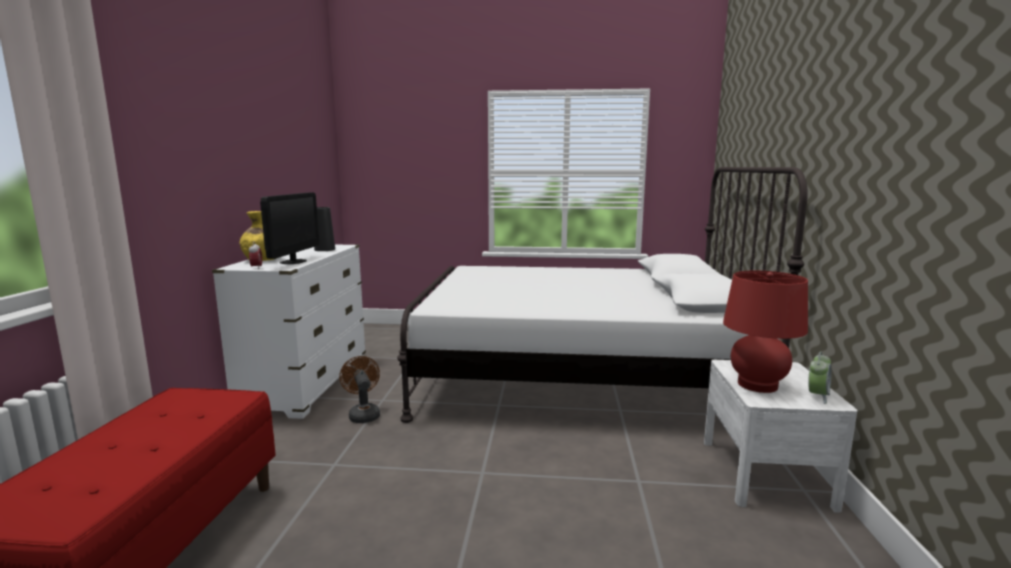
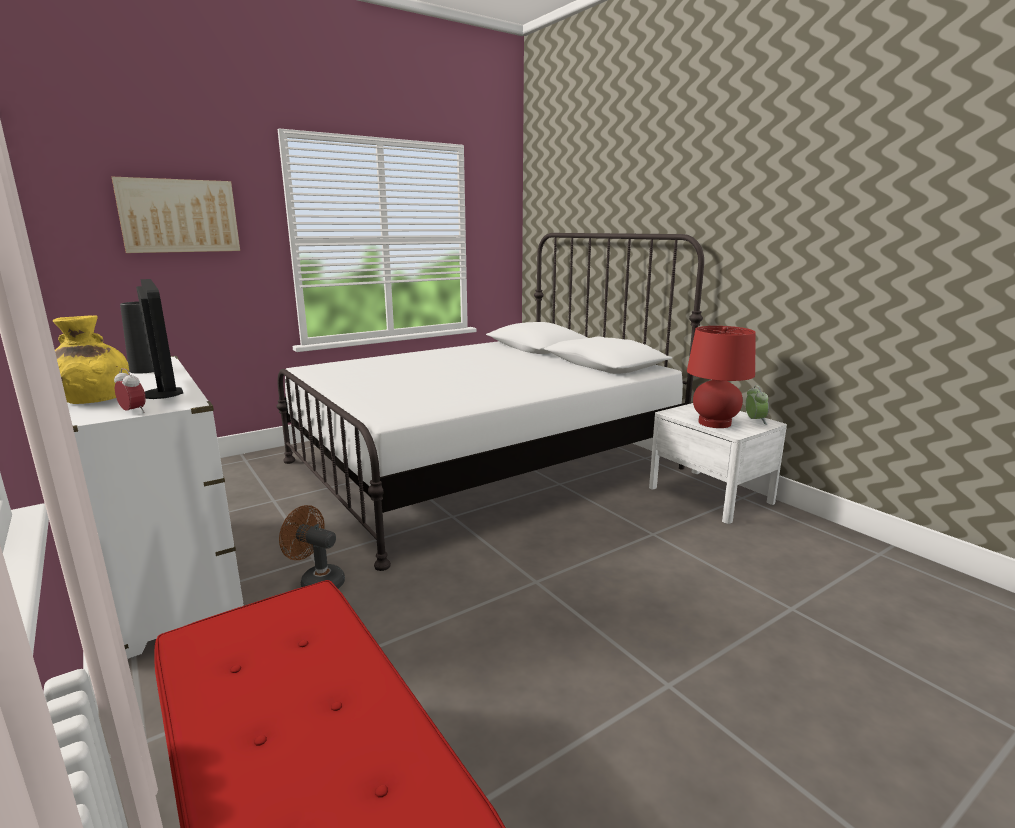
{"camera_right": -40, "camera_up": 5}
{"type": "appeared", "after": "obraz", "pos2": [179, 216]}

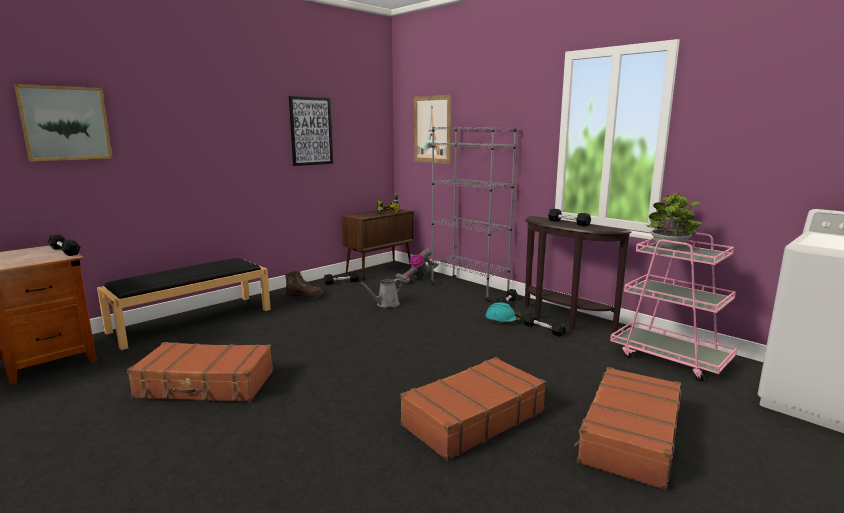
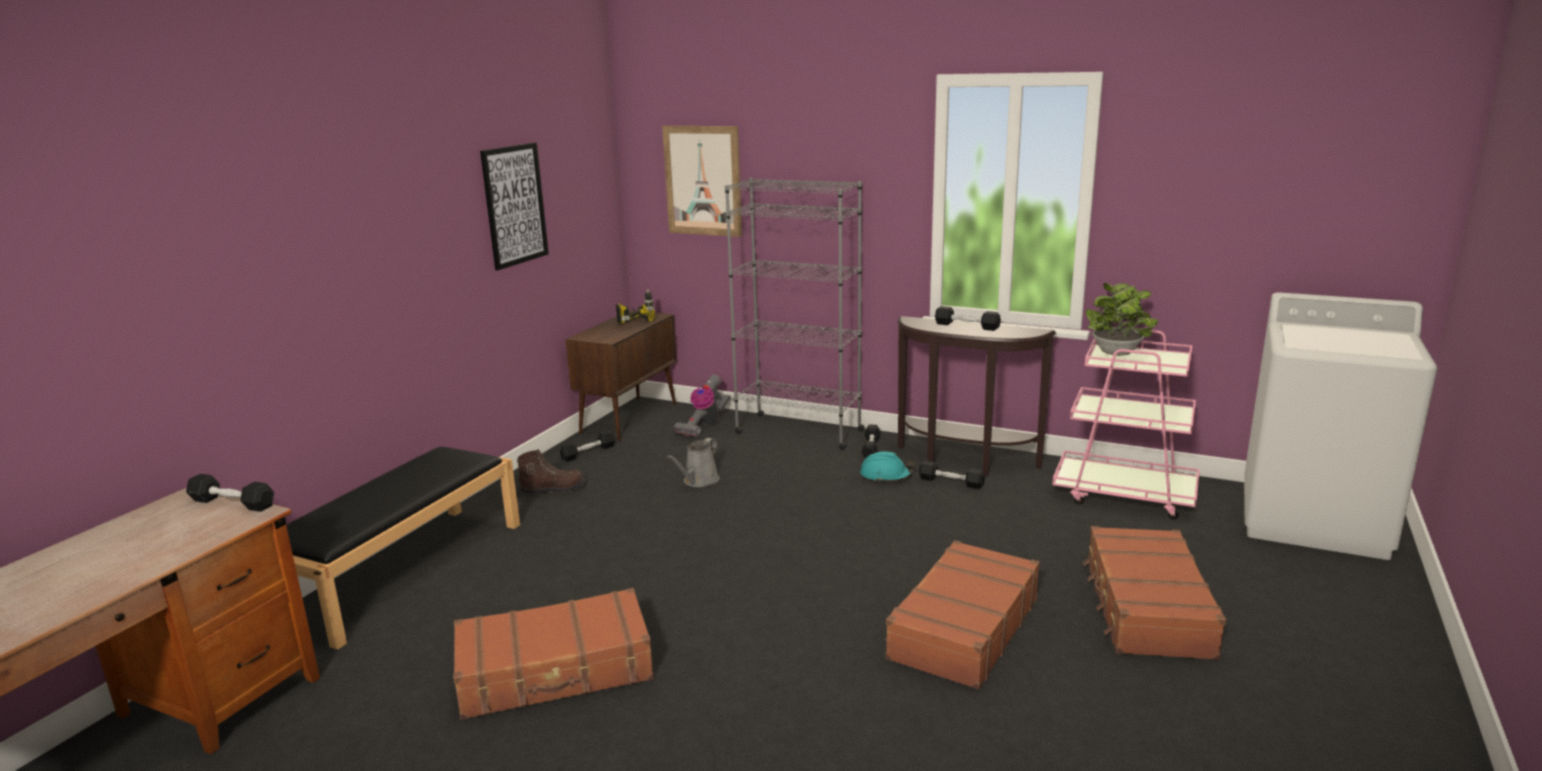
{"camera_right": -20, "camera_up": 5}
{"type": "missing", "before": "obraz", "pos1": [65, 123]}

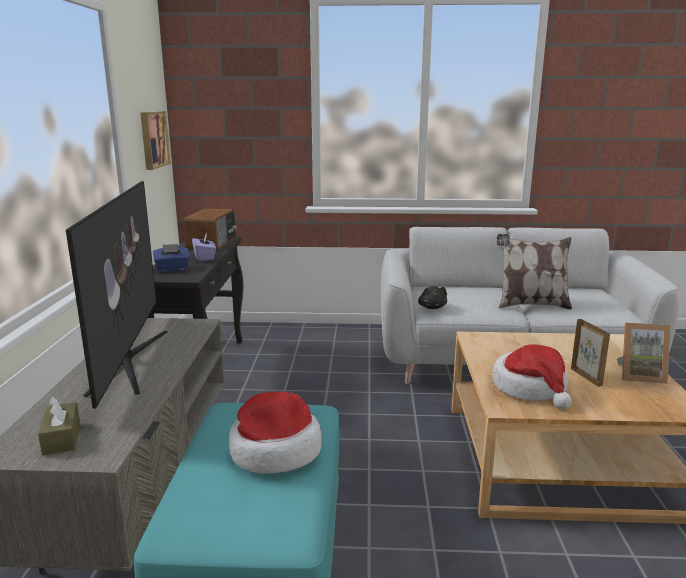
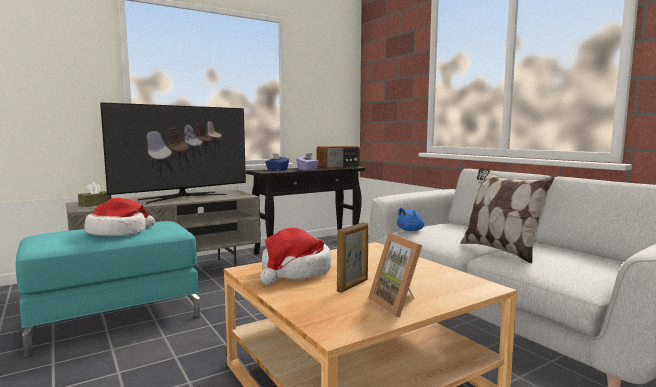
{"camera_right": 55, "camera_up": -10}
{"type": "missing", "before": "obraz", "pos1": [153, 139]}
{"type": "colour", "before": "pluszak/czarny", "after": "pluszak/niebieski", "pos1": [432, 307], "pos2": [411, 230]}

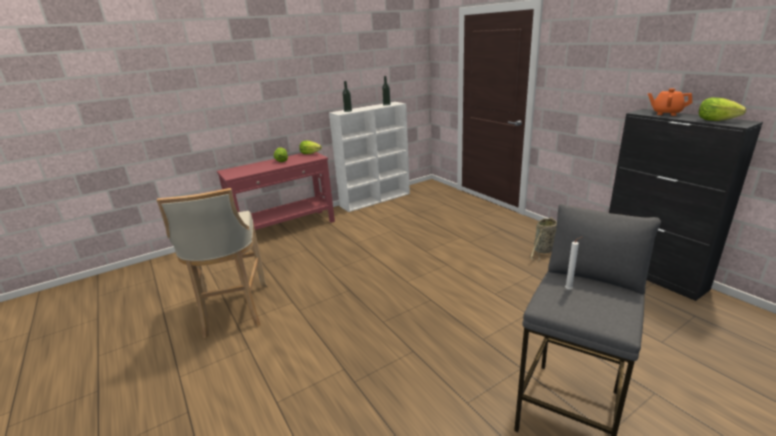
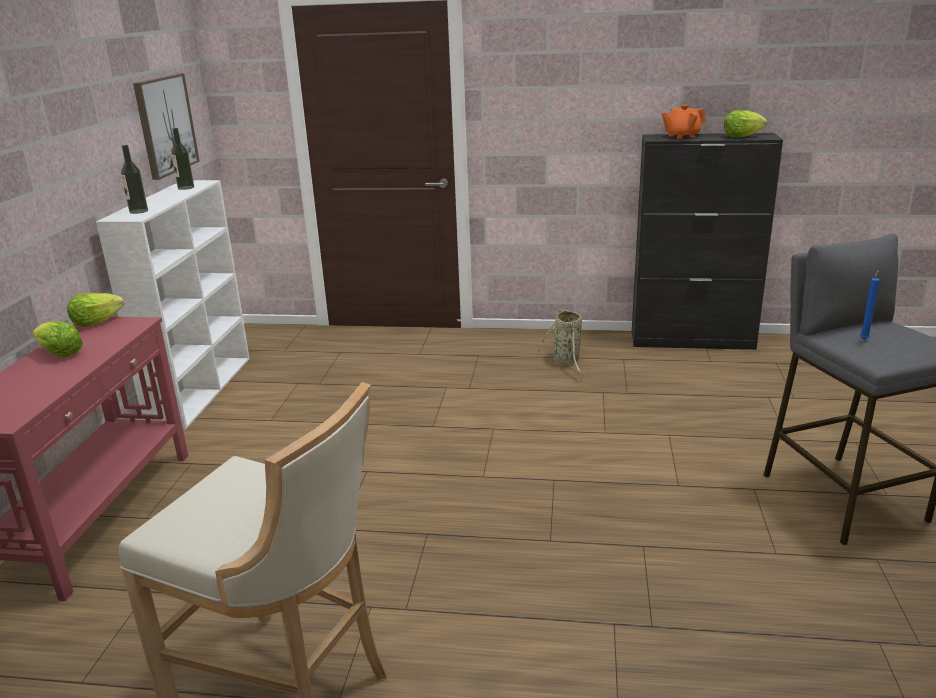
{"camera_right": -50, "camera_up": 0}
{"type": "colour", "before": "świeca/biały", "after": "świeca/niebieski", "pos1": [569, 289], "pos2": [864, 339]}
{"type": "appeared", "after": "obraz", "pos2": [165, 125]}

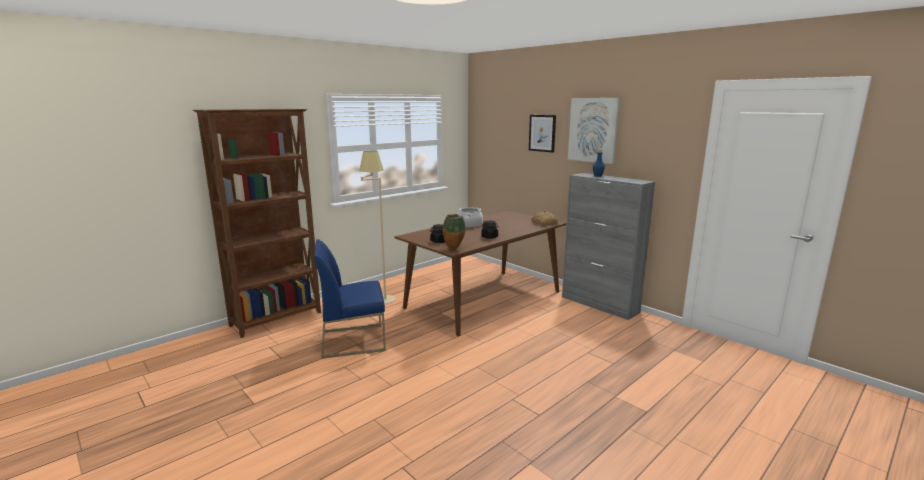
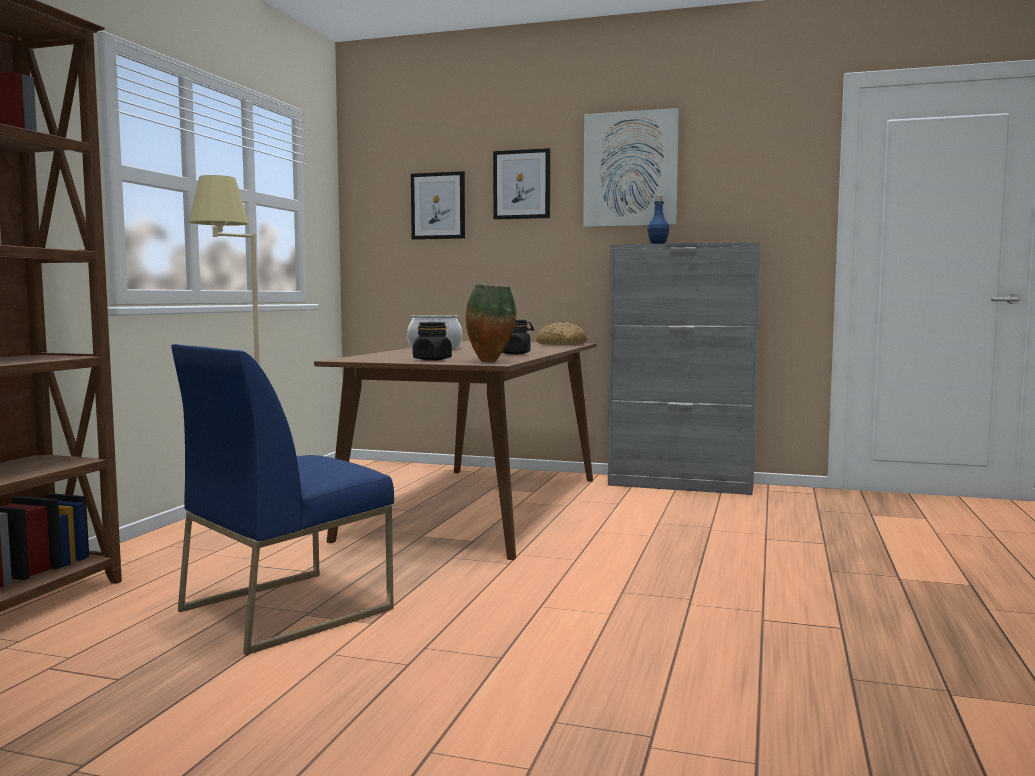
{"camera_right": -30, "camera_up": -10}
{"type": "appeared", "after": "obraz", "pos2": [438, 206]}

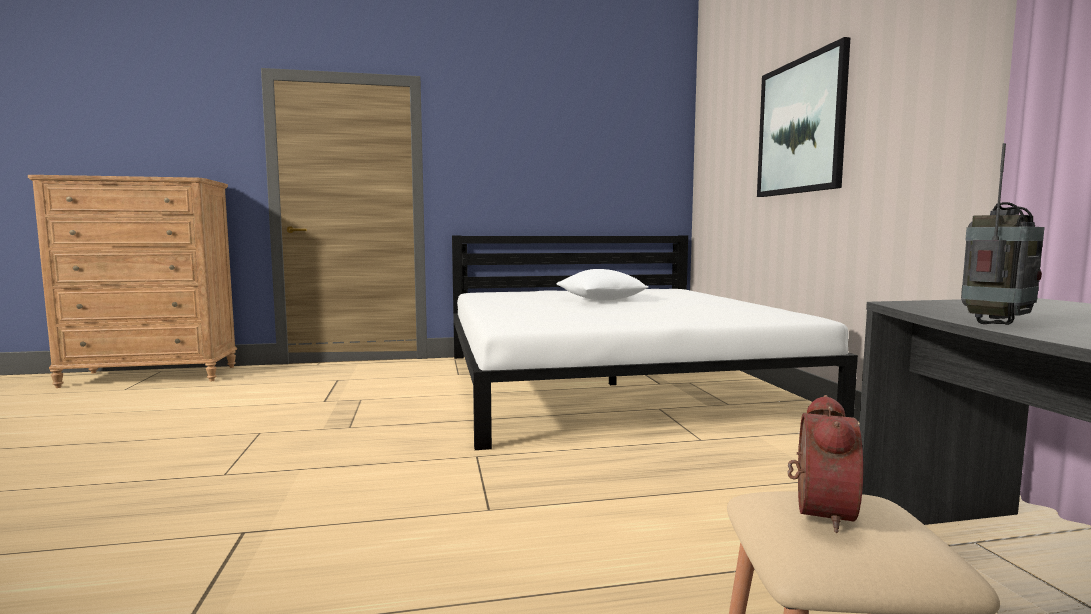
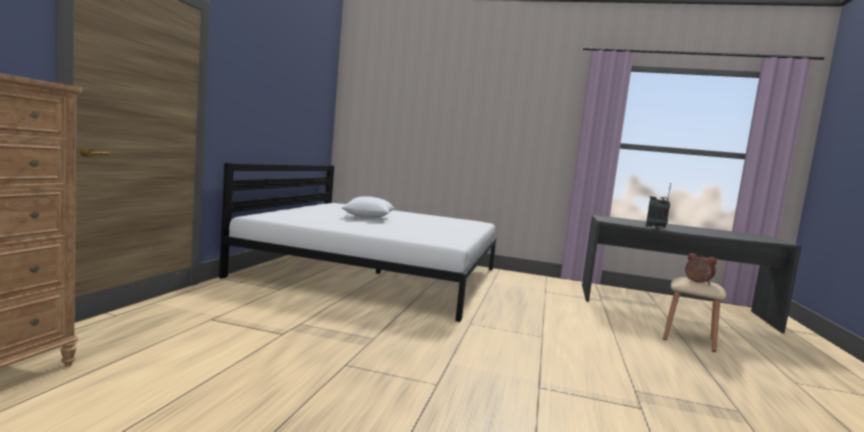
{"camera_right": -65, "camera_up": 0}
{"type": "missing", "before": "obraz", "pos1": [800, 126]}

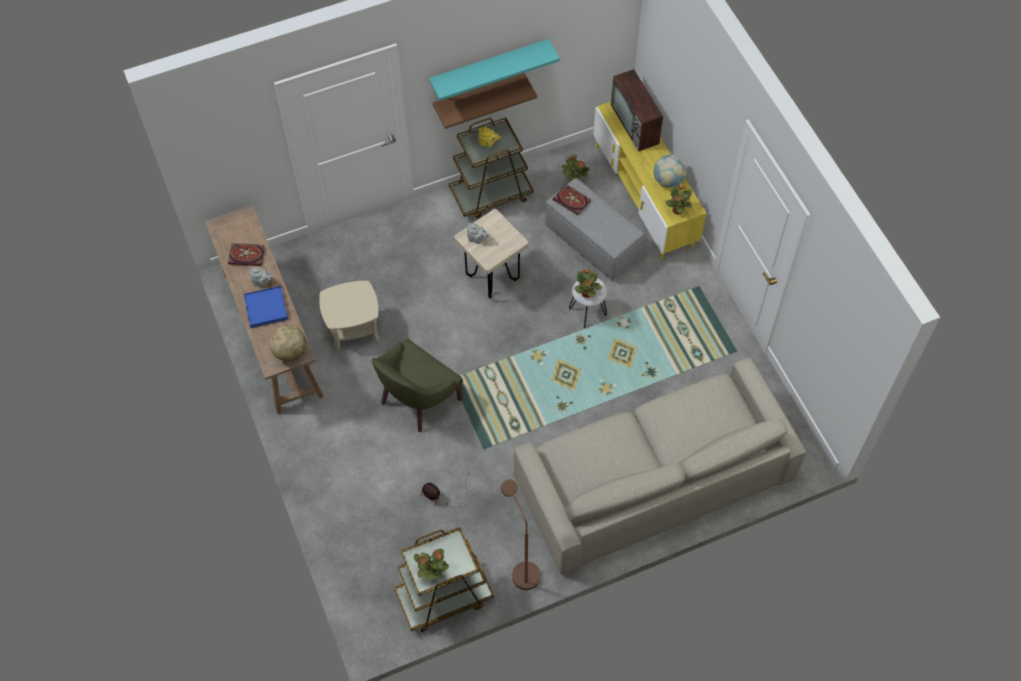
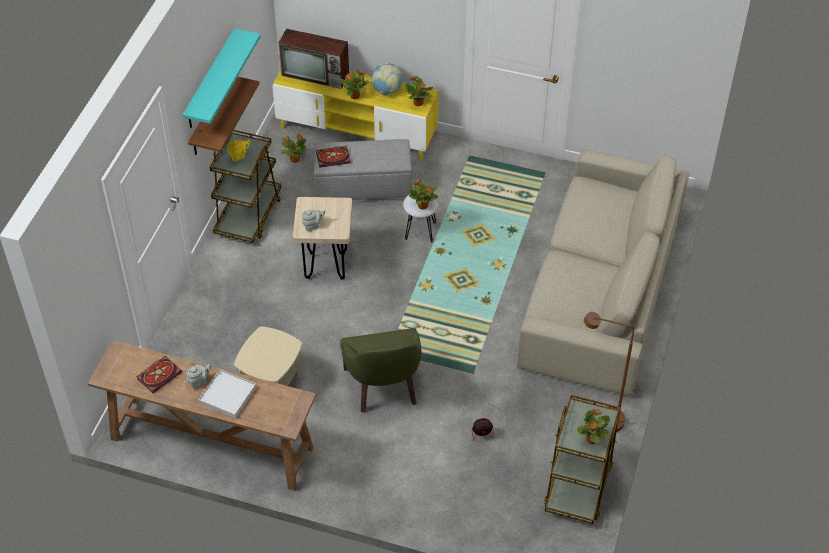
{"camera_right": -50, "camera_up": -10}
{"type": "colour", "before": "taca/niebieski", "after": "taca/biały", "pos1": [266, 308], "pos2": [227, 395]}
{"type": "missing", "before": "globus", "pos1": [290, 351]}
{"type": "appeared", "after": "roślina doniczkowa", "pos2": [355, 96]}

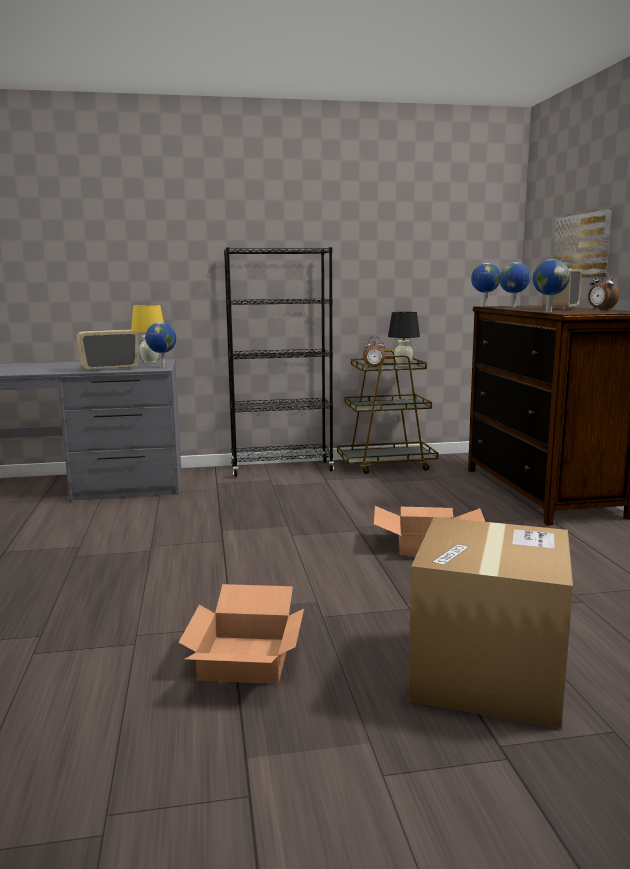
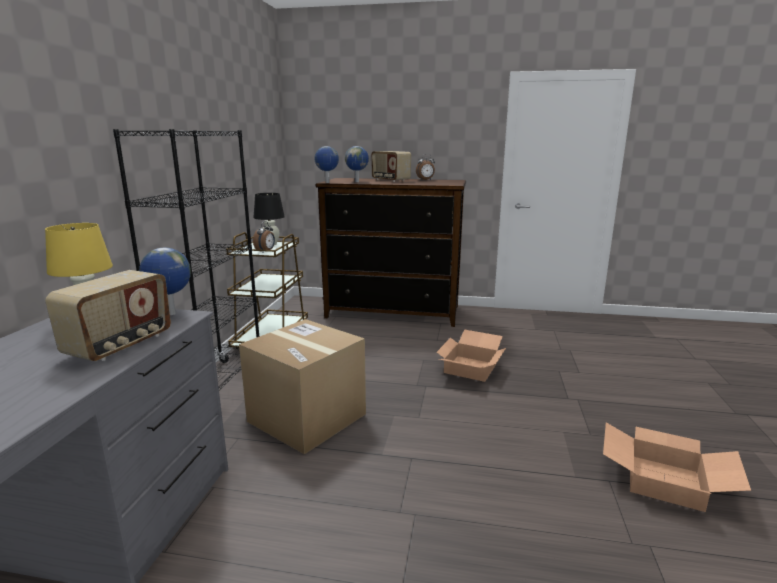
{"camera_right": -70, "camera_up": 5}
{"type": "missing", "before": "obraz", "pos1": [582, 246]}
{"type": "missing", "before": "globus", "pos1": [548, 312]}
{"type": "spun", "before": "radio", "pos1": [109, 369], "pos2": [120, 345], "turn": -150}
{"type": "relocated", "before": "karton", "pos1": [487, 674], "pos2": [307, 418]}

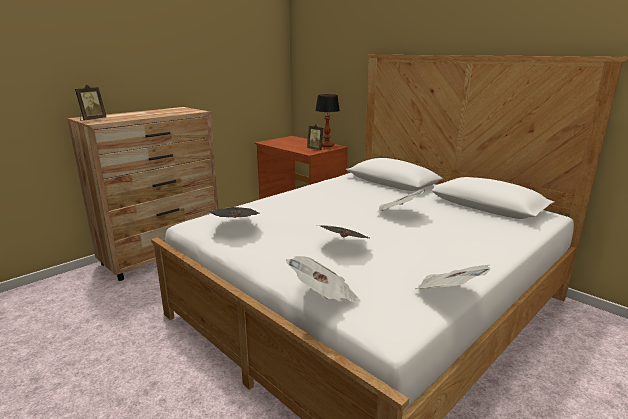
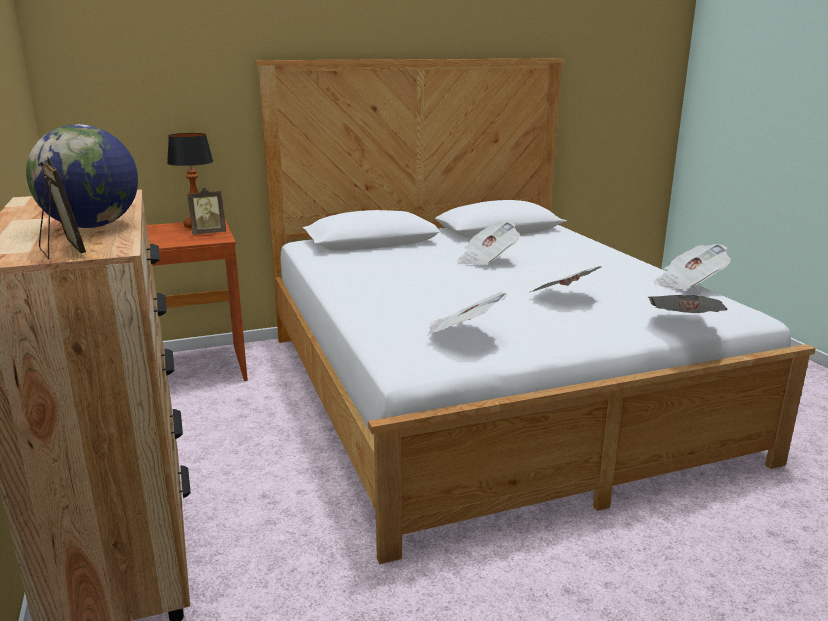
{"camera_right": -65, "camera_up": 0}
{"type": "appeared", "after": "globus", "pos2": [92, 226]}

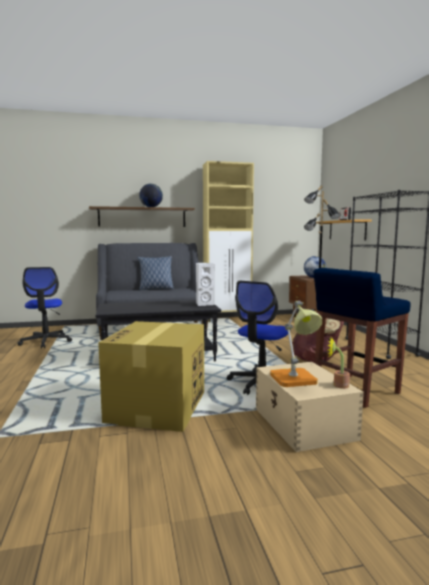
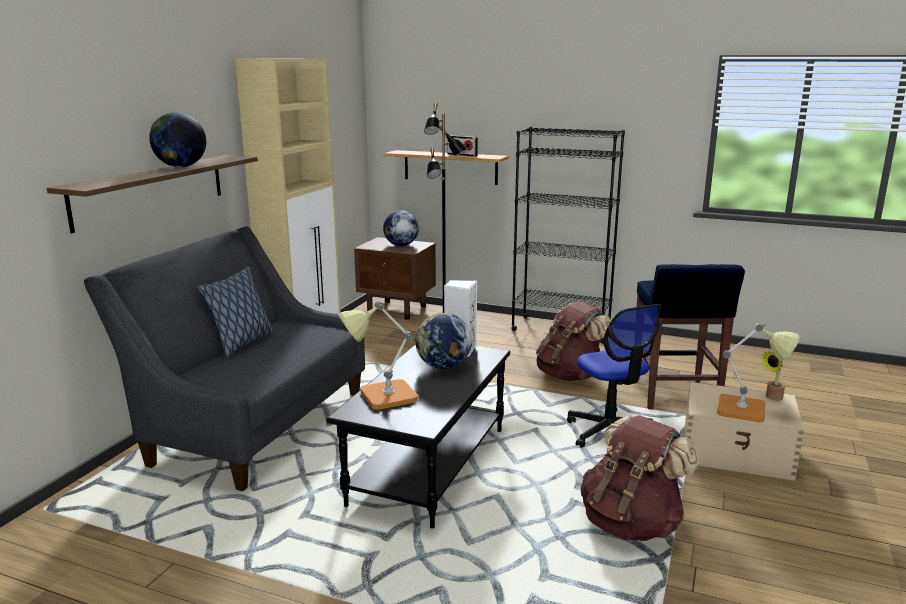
{"camera_right": -55, "camera_up": 10}
{"type": "missing", "before": "krzesło biurowe", "pos1": [46, 342]}
{"type": "exchanged", "before": "karton", "after": "plecak/brązowy", "pos1": [157, 407], "pos2": [631, 523]}
{"type": "appeared", "after": "lampa stołowa", "pos2": [381, 397]}
{"type": "appeared", "after": "globus", "pos2": [443, 366]}

